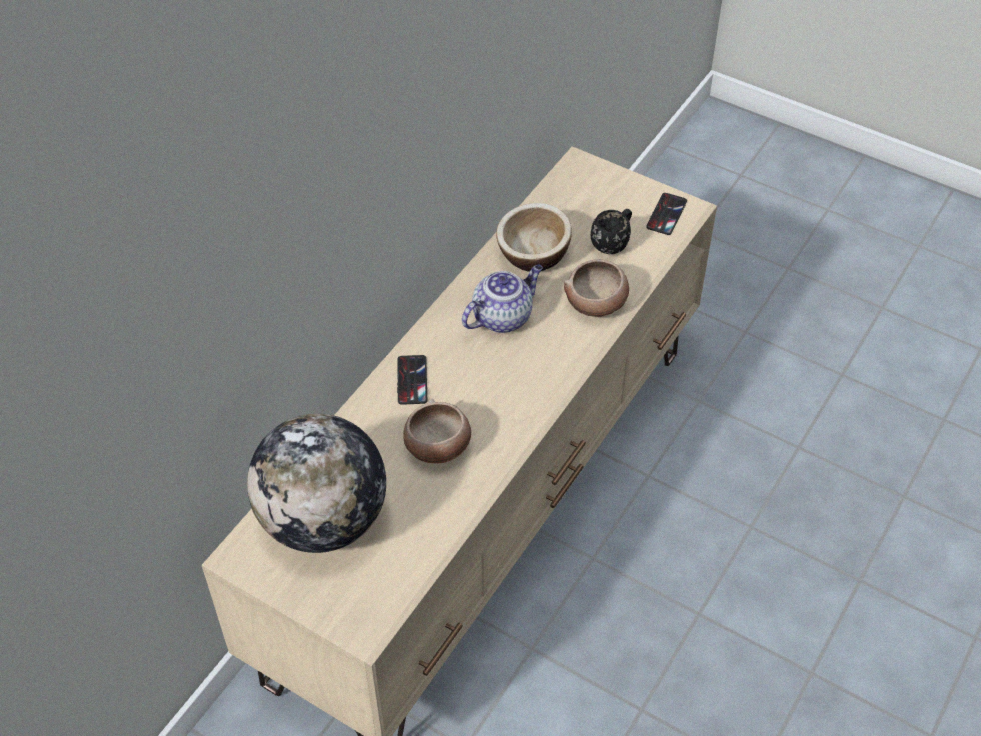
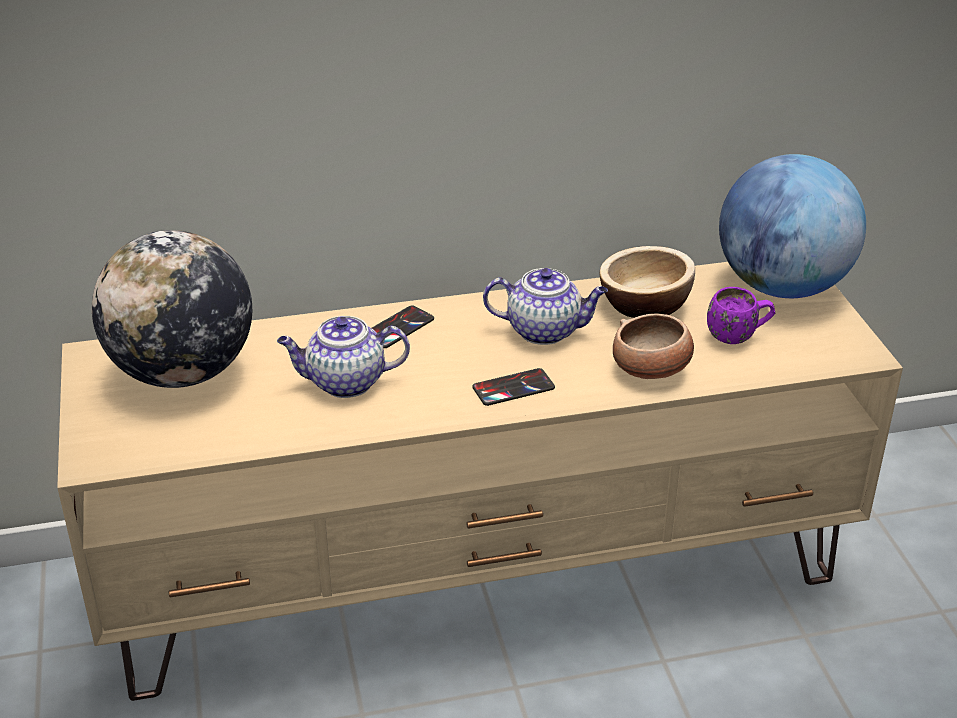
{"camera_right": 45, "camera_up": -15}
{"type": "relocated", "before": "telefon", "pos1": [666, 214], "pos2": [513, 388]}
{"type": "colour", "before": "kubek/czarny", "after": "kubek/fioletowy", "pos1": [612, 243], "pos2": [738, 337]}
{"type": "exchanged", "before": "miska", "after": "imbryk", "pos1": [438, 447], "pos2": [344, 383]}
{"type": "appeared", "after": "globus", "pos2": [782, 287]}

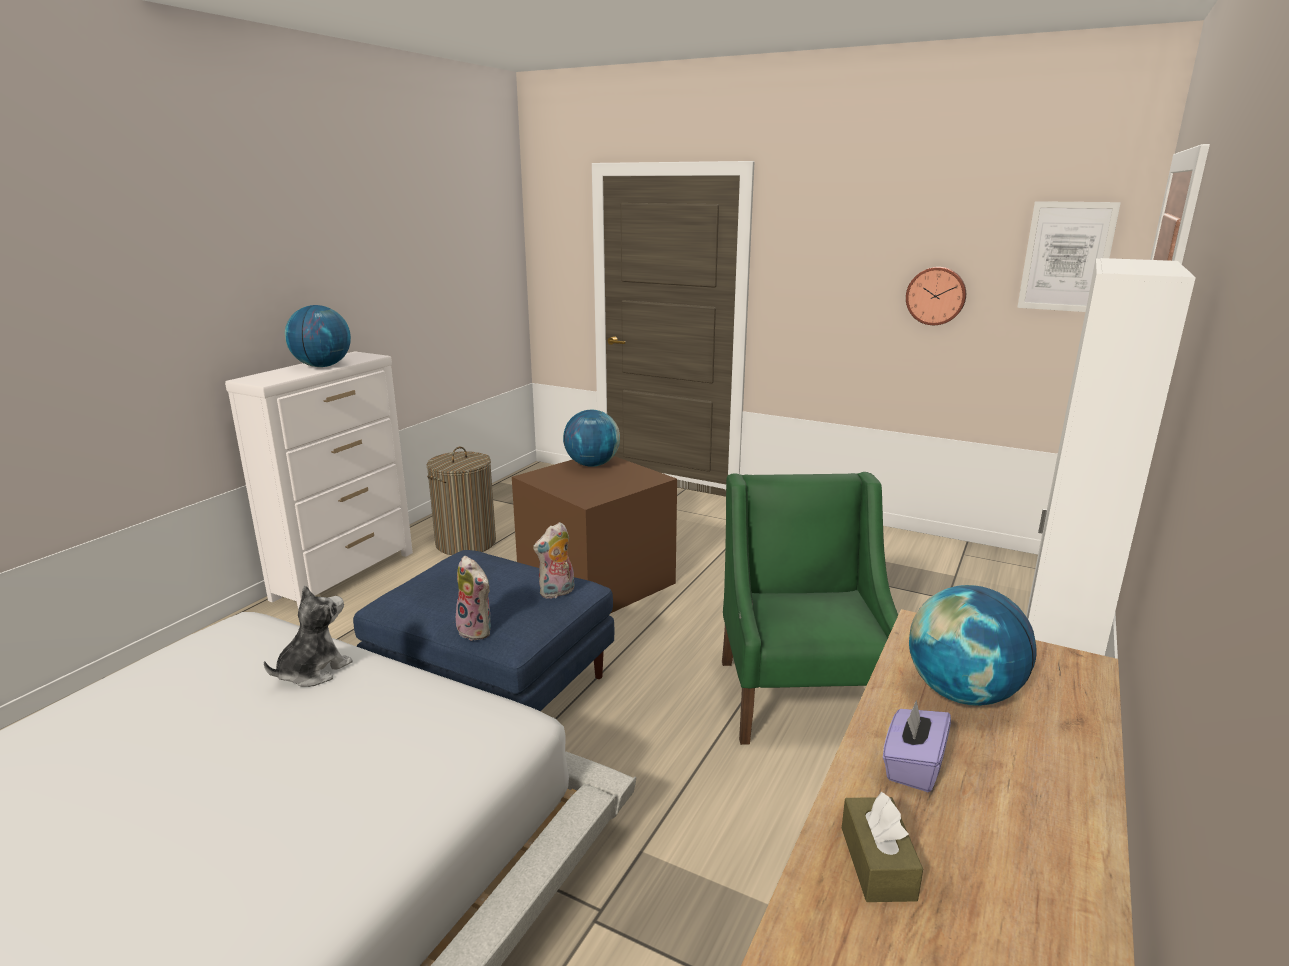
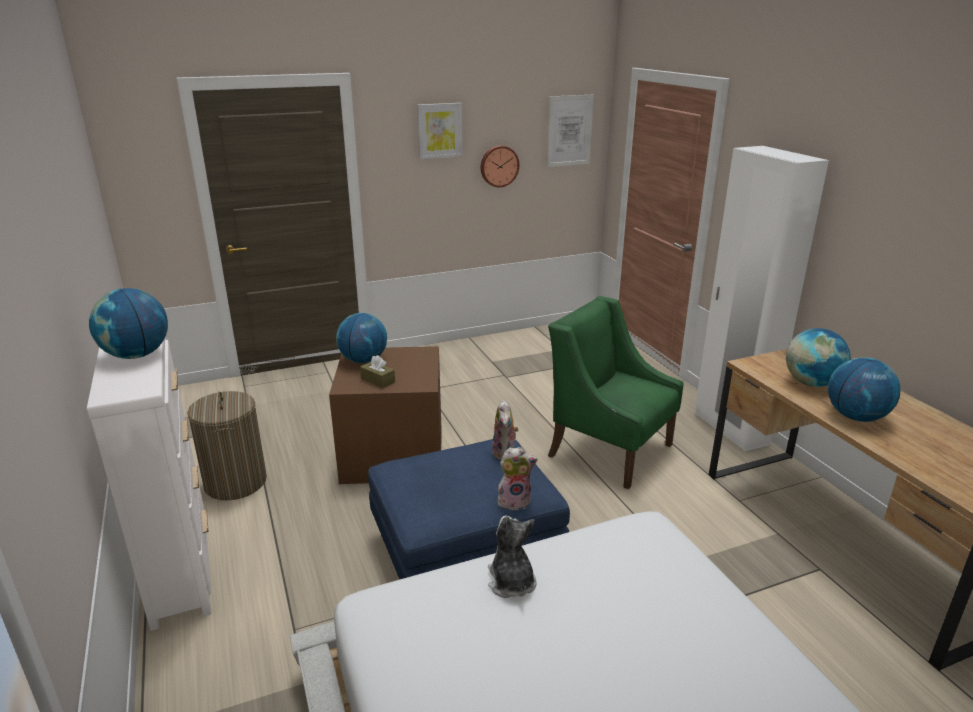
{"camera_right": -50, "camera_up": 5}
{"type": "exchanged", "before": "pudełko chusteczek/fioletowy", "after": "globus", "pos1": [912, 766], "pos2": [856, 417]}
{"type": "relocated", "before": "pudełko chusteczek/brązowy", "pos1": [877, 863], "pos2": [378, 380]}
{"type": "appeared", "after": "obraz", "pos2": [439, 130]}

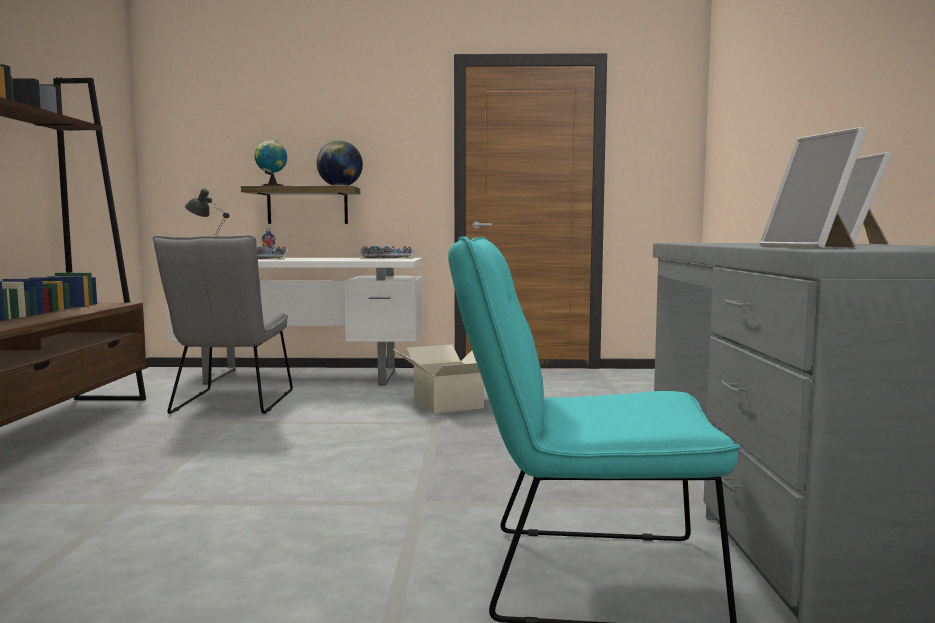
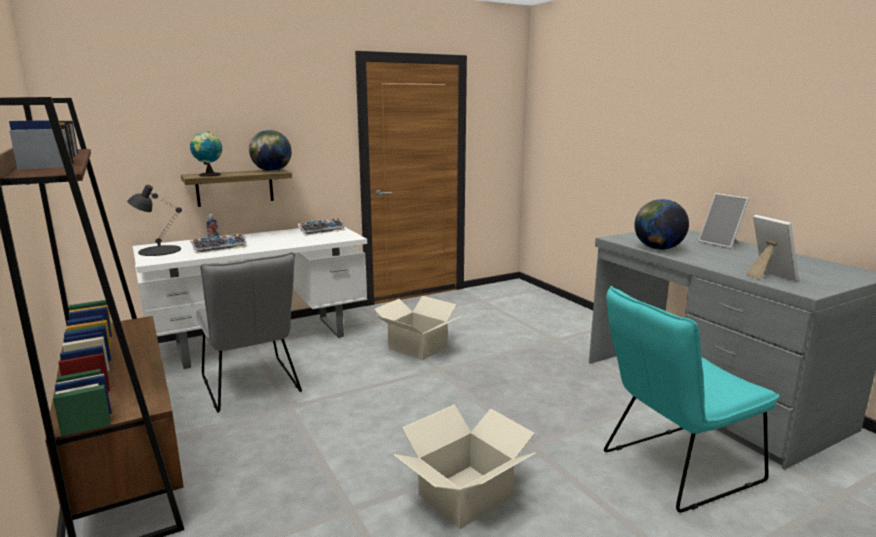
{"camera_right": -30, "camera_up": 10}
{"type": "spun", "before": "ramka na zdjęcie", "pos1": [812, 247], "pos2": [767, 276], "turn": -150}
{"type": "appeared", "after": "globus", "pos2": [658, 248]}
{"type": "appeared", "after": "karton", "pos2": [464, 495]}

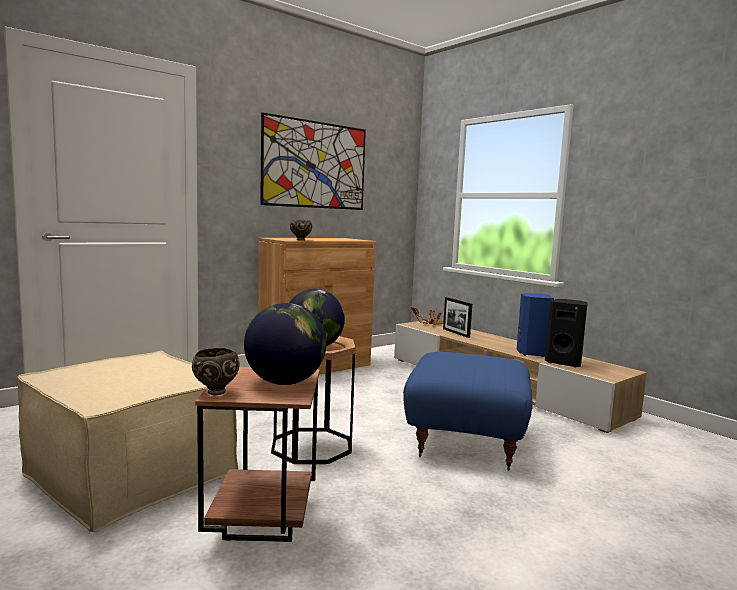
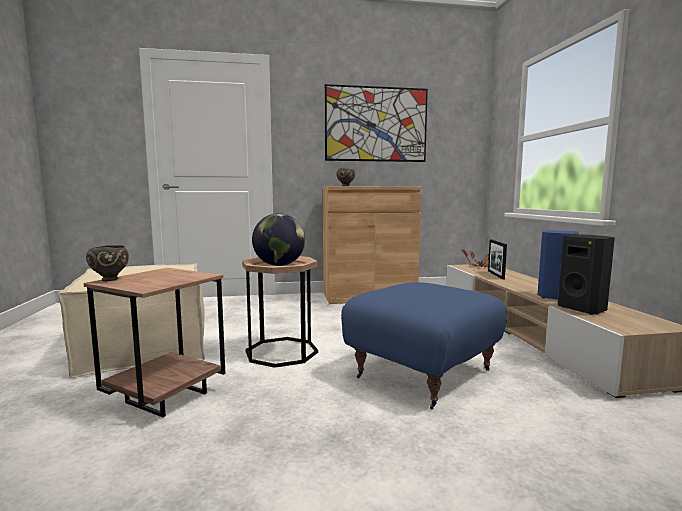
{"camera_right": 30, "camera_up": 0}
{"type": "missing", "before": "globus", "pos1": [285, 382]}

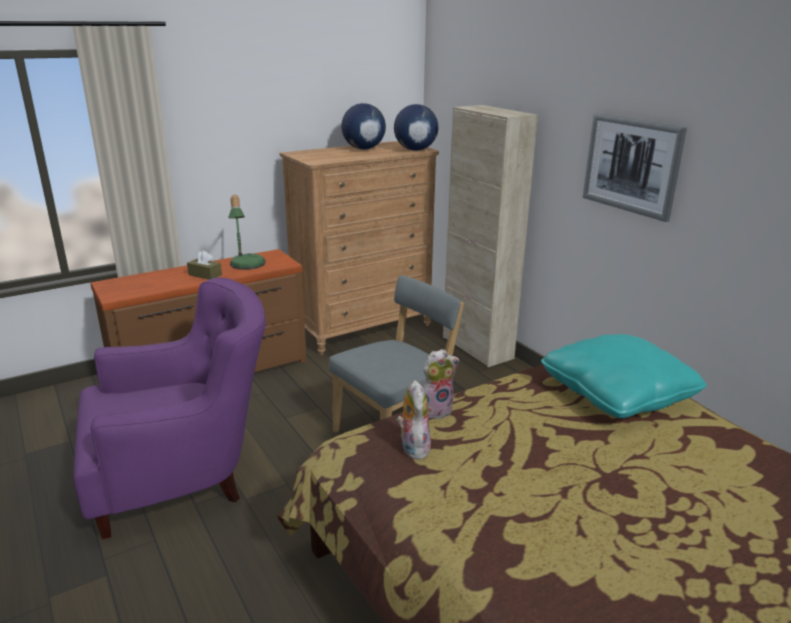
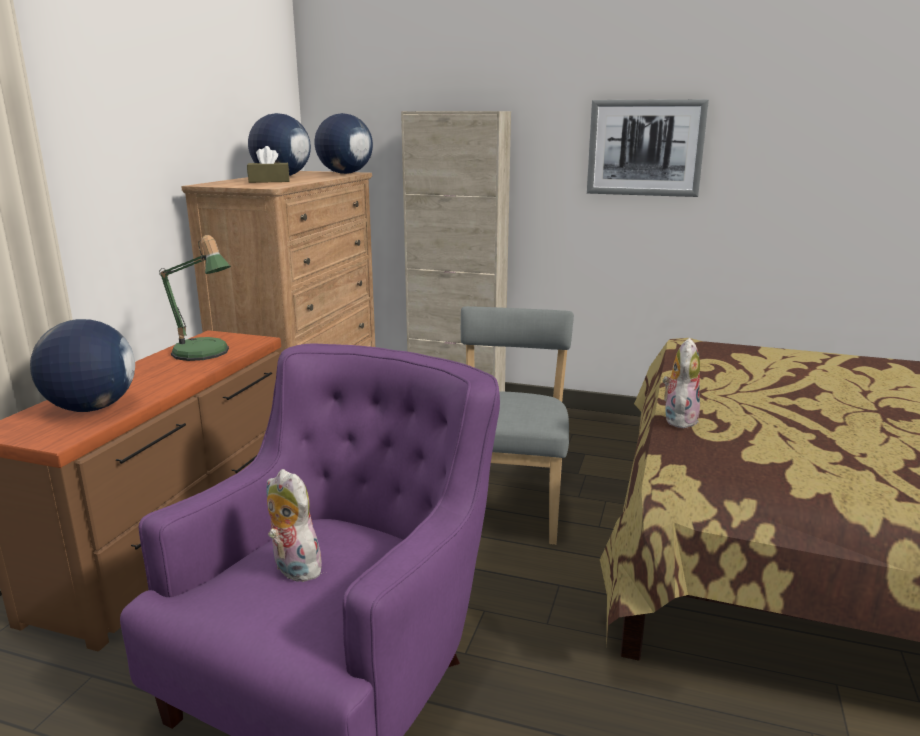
{"camera_right": -40, "camera_up": -5}
{"type": "relocated", "before": "pudełko chusteczek/brązowy", "pos1": [205, 275], "pos2": [269, 181]}
{"type": "missing", "before": "poduszka/turkusowy", "pos1": [616, 393]}
{"type": "relocated", "before": "pluszak", "pos1": [413, 447], "pos2": [293, 569]}
{"type": "appeared", "after": "globus", "pos2": [91, 408]}

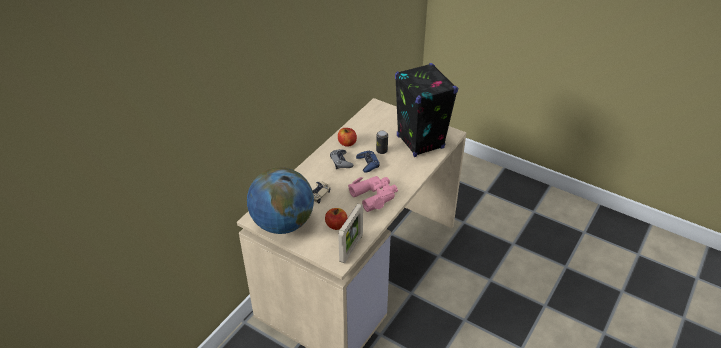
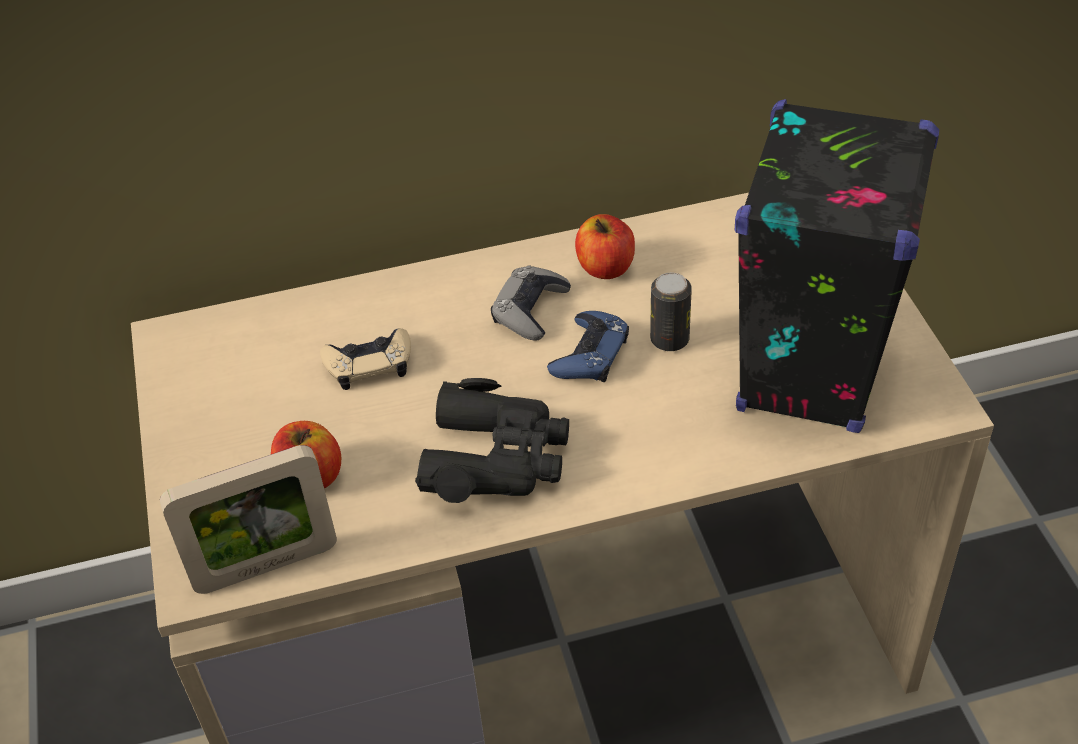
{"camera_right": 45, "camera_up": 5}
{"type": "missing", "before": "globus", "pos1": [283, 223]}
{"type": "colour", "before": "lornetka/różowy", "after": "lornetka/czarny", "pos1": [374, 196], "pos2": [497, 457]}

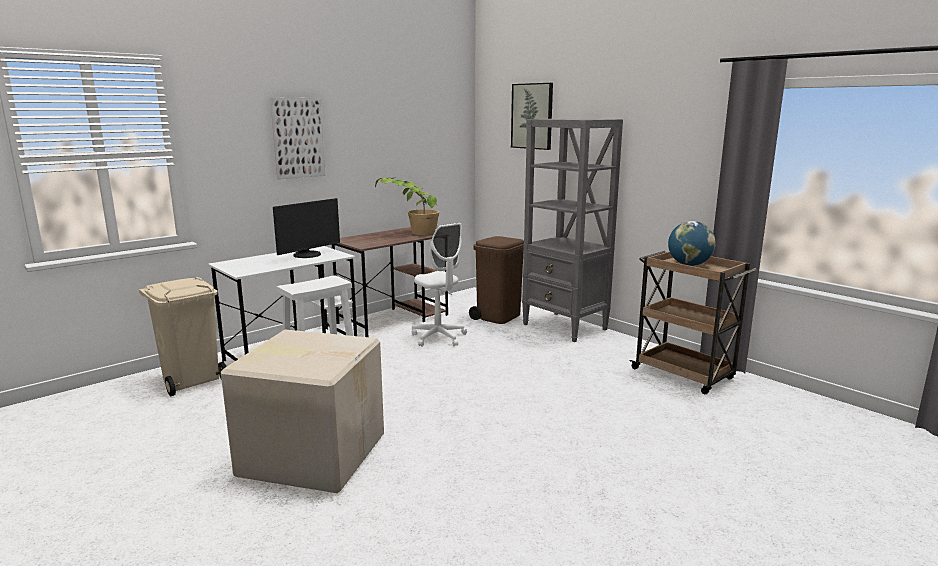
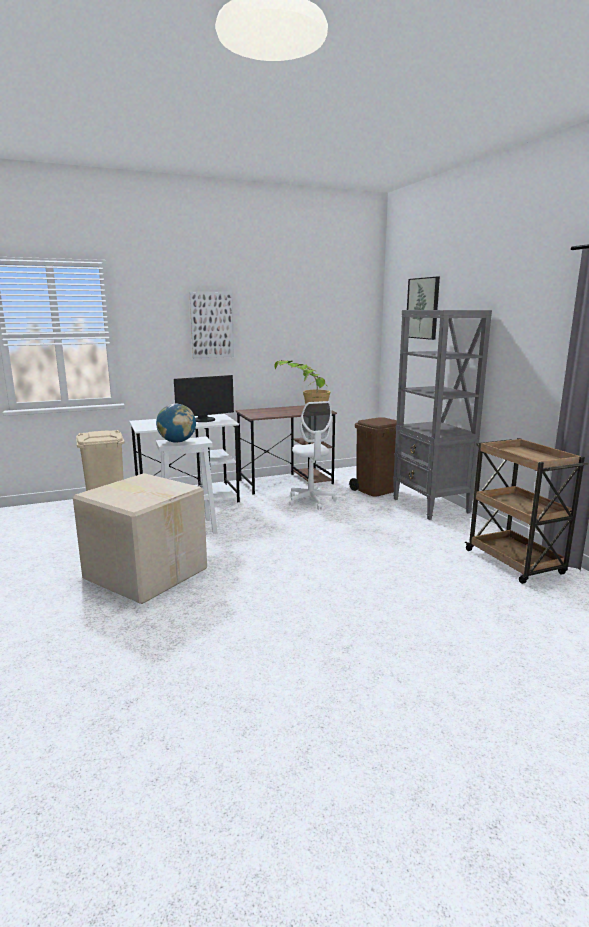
{"camera_right": 20, "camera_up": 0}
{"type": "relocated", "before": "globus", "pos1": [689, 265], "pos2": [177, 442]}

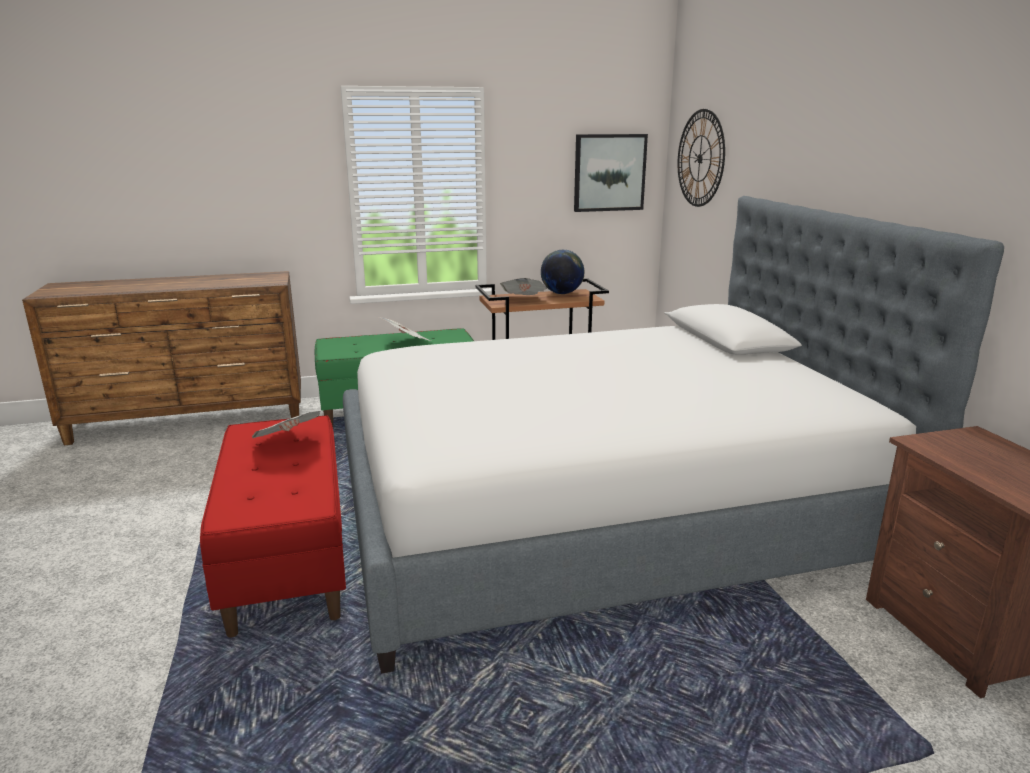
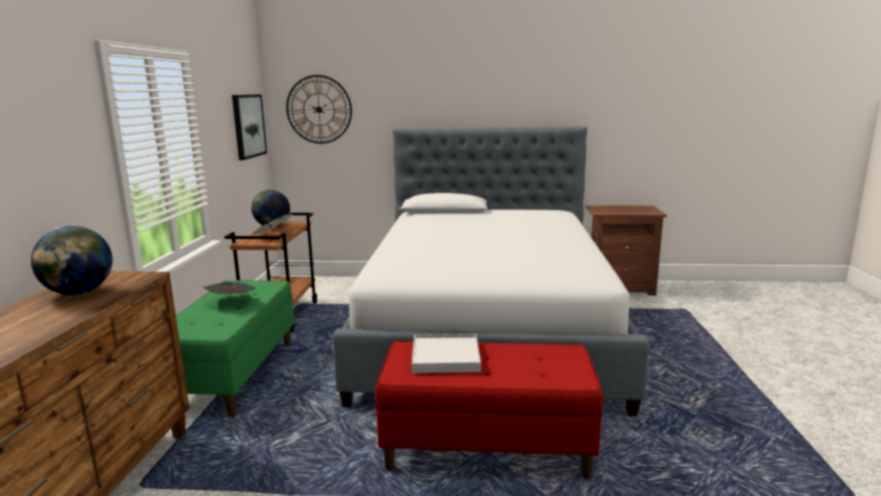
{"camera_right": -70, "camera_up": -5}
{"type": "exchanged", "before": "gazeta", "after": "taca/biały", "pos1": [288, 442], "pos2": [445, 357]}
{"type": "appeared", "after": "globus", "pos2": [79, 293]}

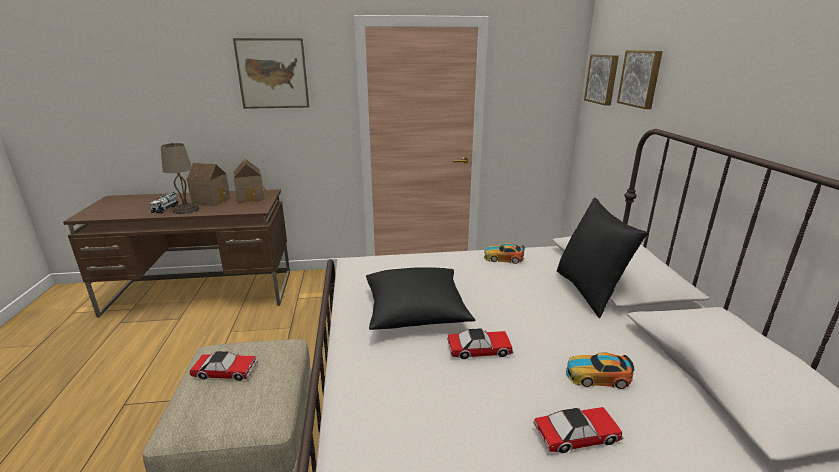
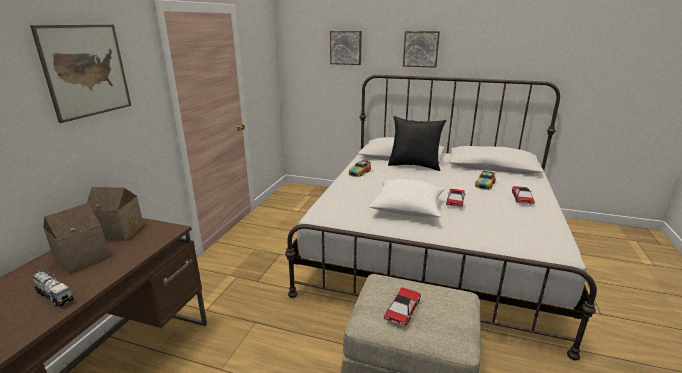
{"camera_right": -65, "camera_up": 0}
{"type": "relocated", "before": "obraz", "pos1": [602, 79], "pos2": [421, 49]}
{"type": "missing", "before": "lampa stołowa/beżowy", "pos1": [185, 210]}
{"type": "colour", "before": "poduszka/czarny", "after": "poduszka/biały", "pos1": [416, 312], "pos2": [407, 208]}

